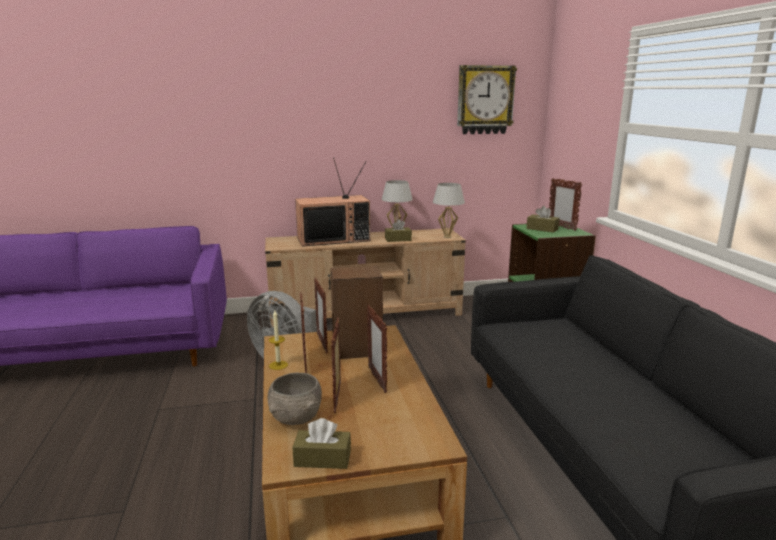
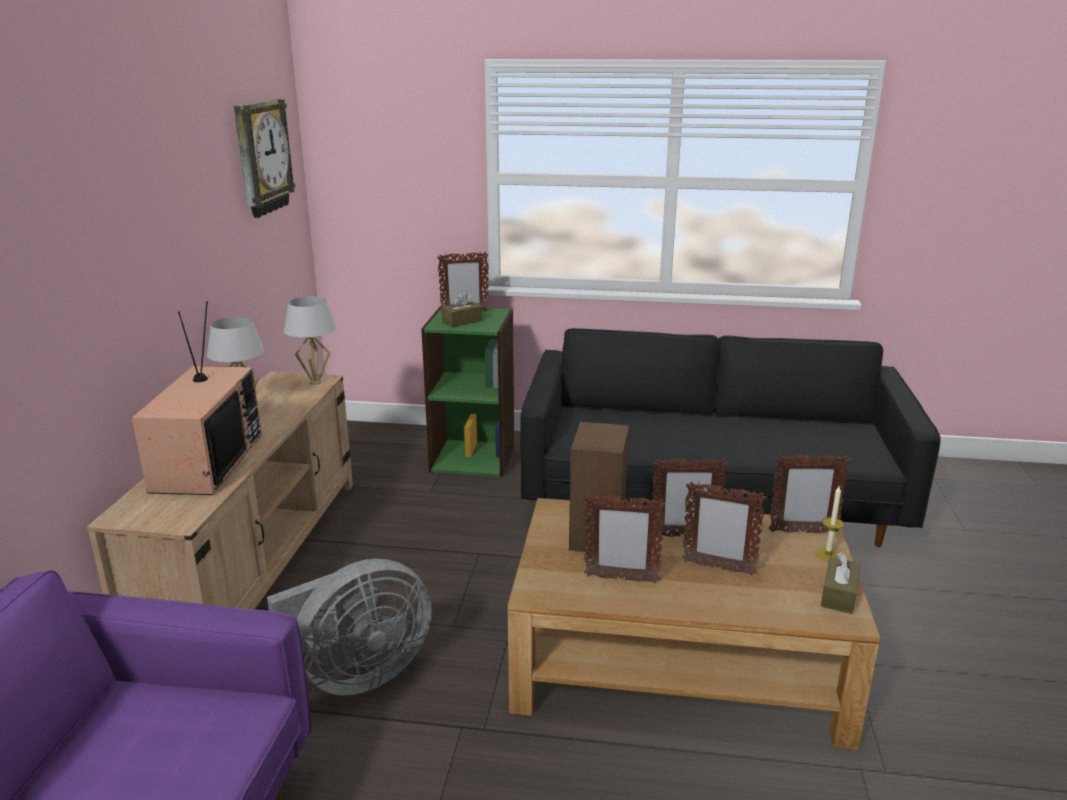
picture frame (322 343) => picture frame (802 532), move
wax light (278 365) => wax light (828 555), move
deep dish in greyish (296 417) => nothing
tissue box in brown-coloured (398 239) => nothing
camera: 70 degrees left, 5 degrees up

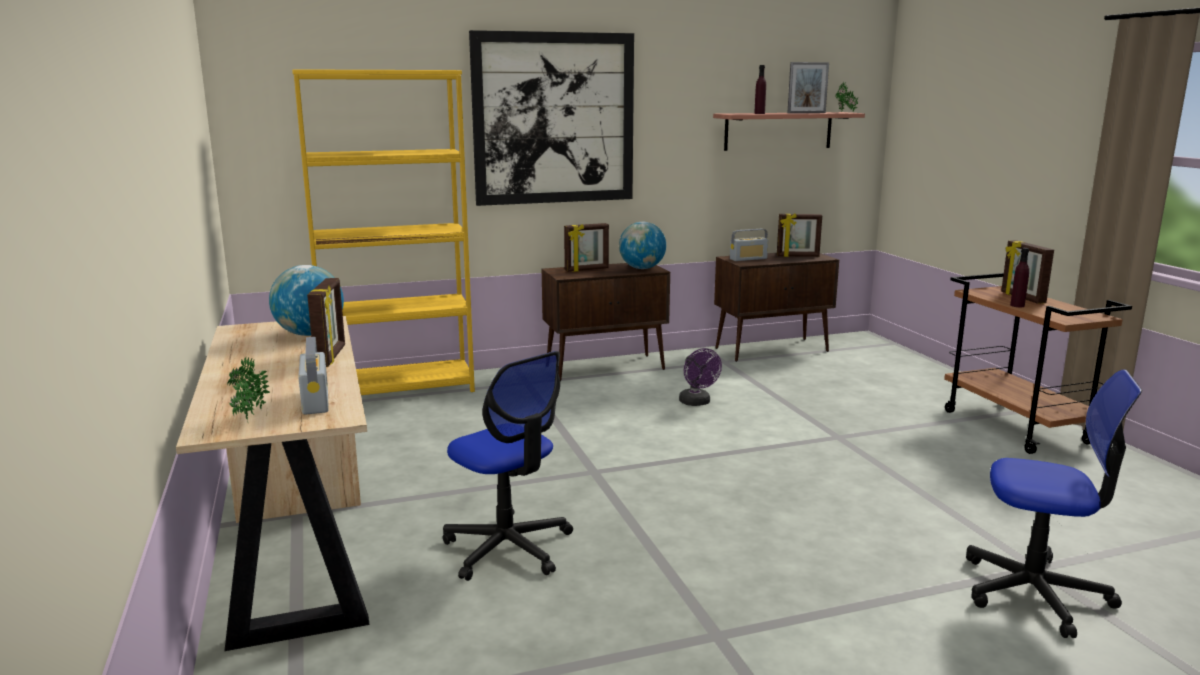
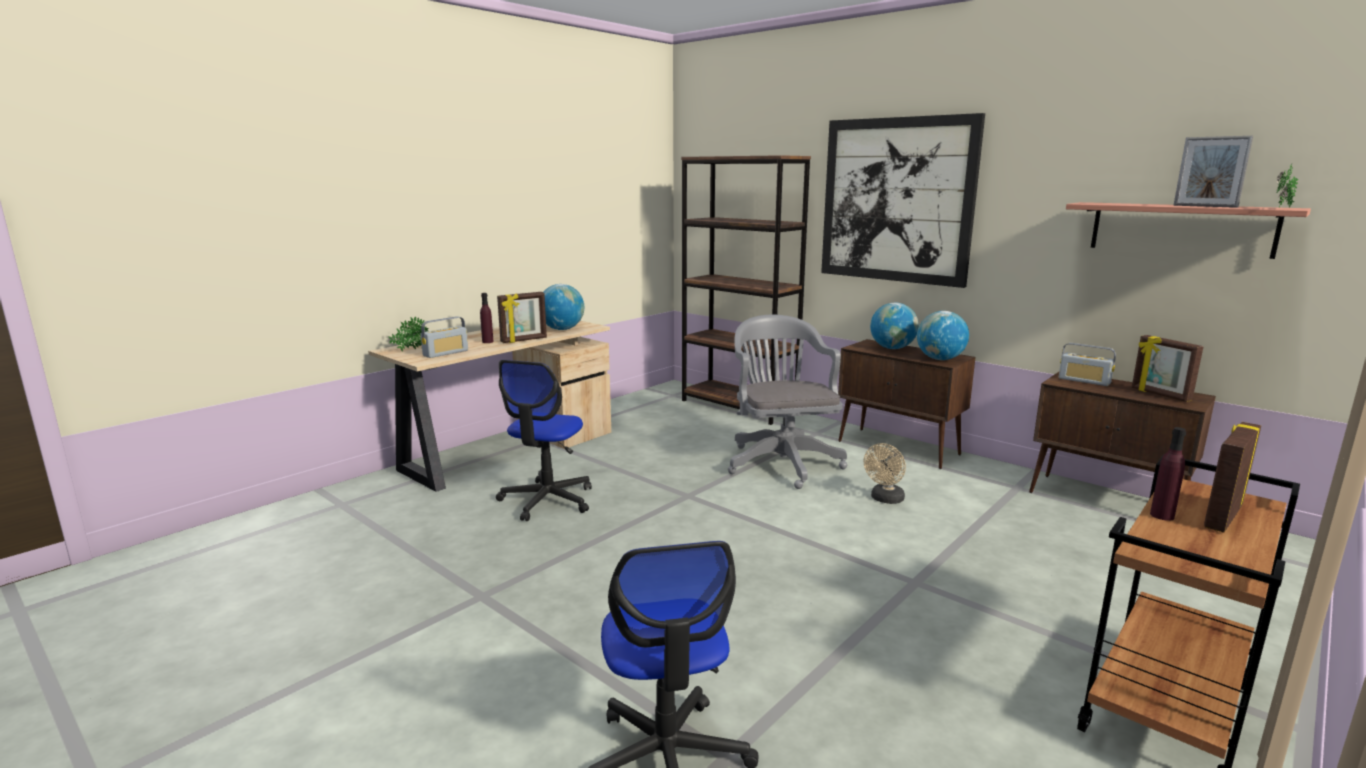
beverage bottle in purplish (759 113) => beverage bottle in purplish (487 342), move
bookcase in yellow (399 390) => bookcase in brown-coloured (738 406)
nothing => desk chair in greyish (781 461)
electric fan in purplish (697 403) => electric fan in sand-coloured (885 499)
picture frame (587 270) => desk globe (892 348)
camera: 60 degrees right, 0 degrees up

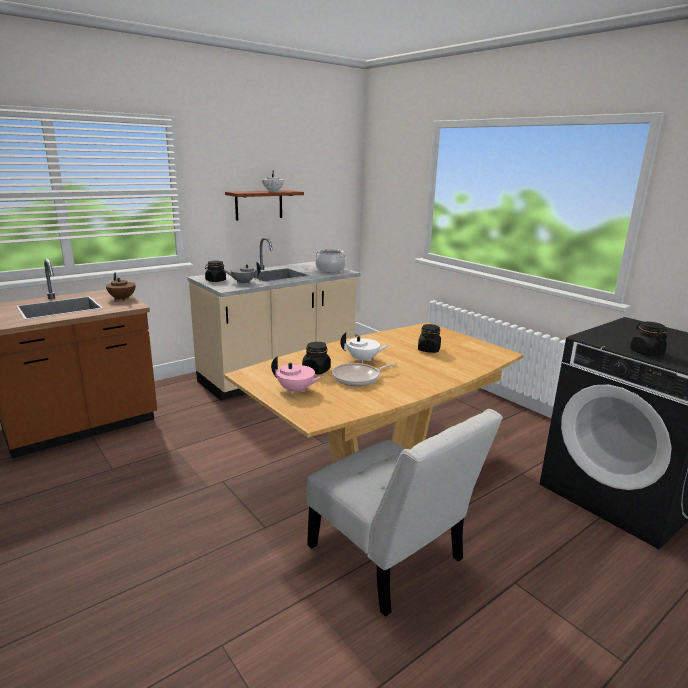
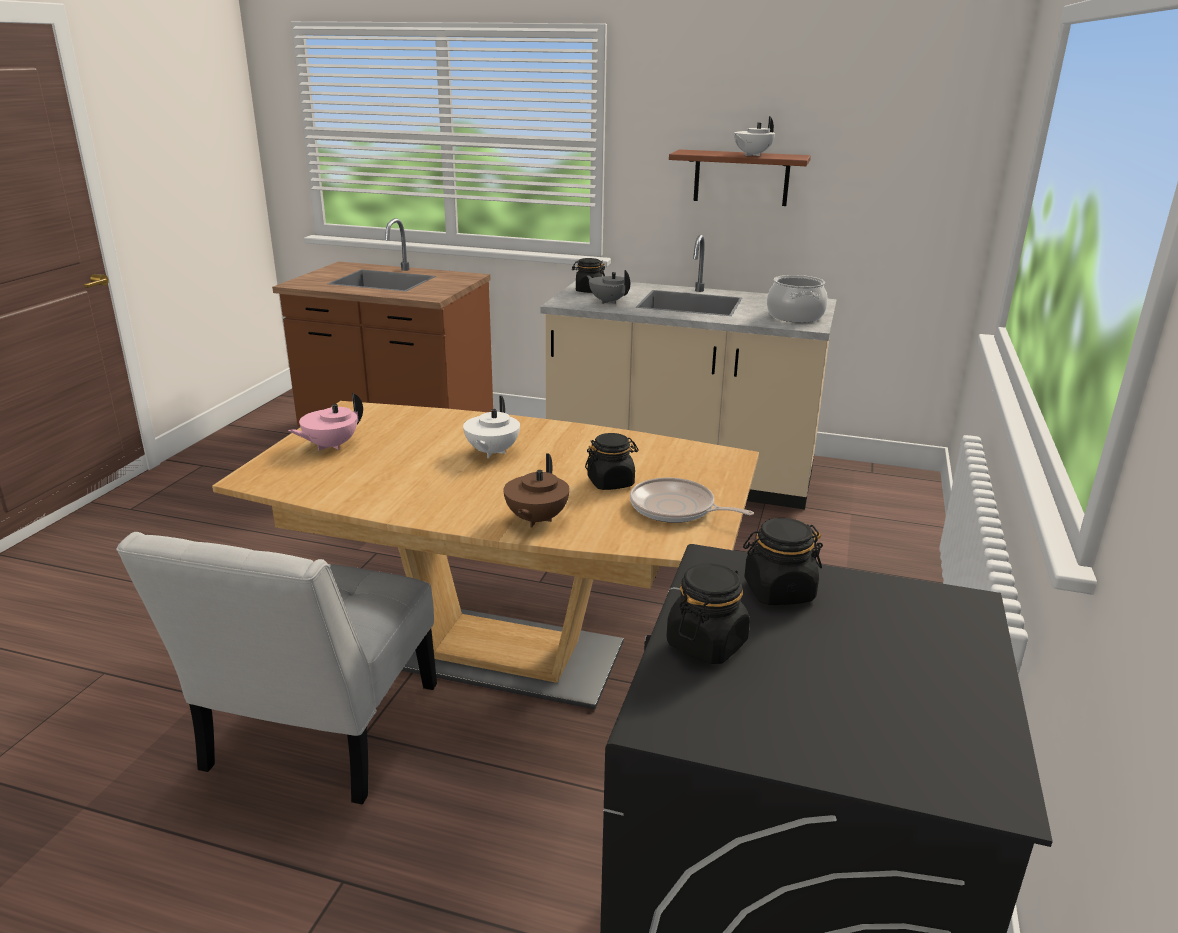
teapot in pink-coloured (296 390) => teapot in pink-coloured (330 446), 60 degrees clockwise
teapot in white-coloured (363 360) => teapot in white-coloured (491 452), 45 degrees clockwise
teapot in brown-coloured (122 299) => teapot in brown-coloured (535 520), move
pan (358 378) => pan (676 509), move
preserve jar in blackish (316 370) => preserve jar in blackish (778 591), move
camera: 55 degrees right, 5 degrees up

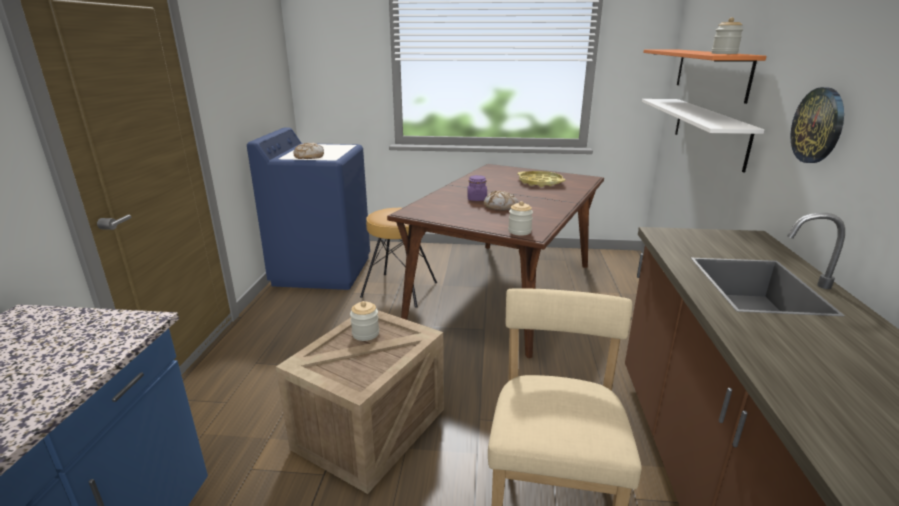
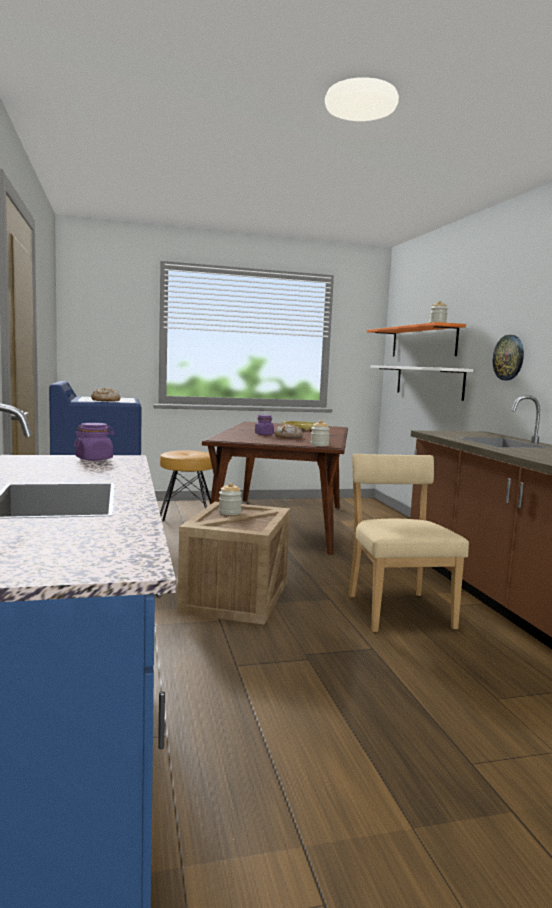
nothing => preserve jar in purplish (94 459)
camera: 20 degrees left, 15 degrees down

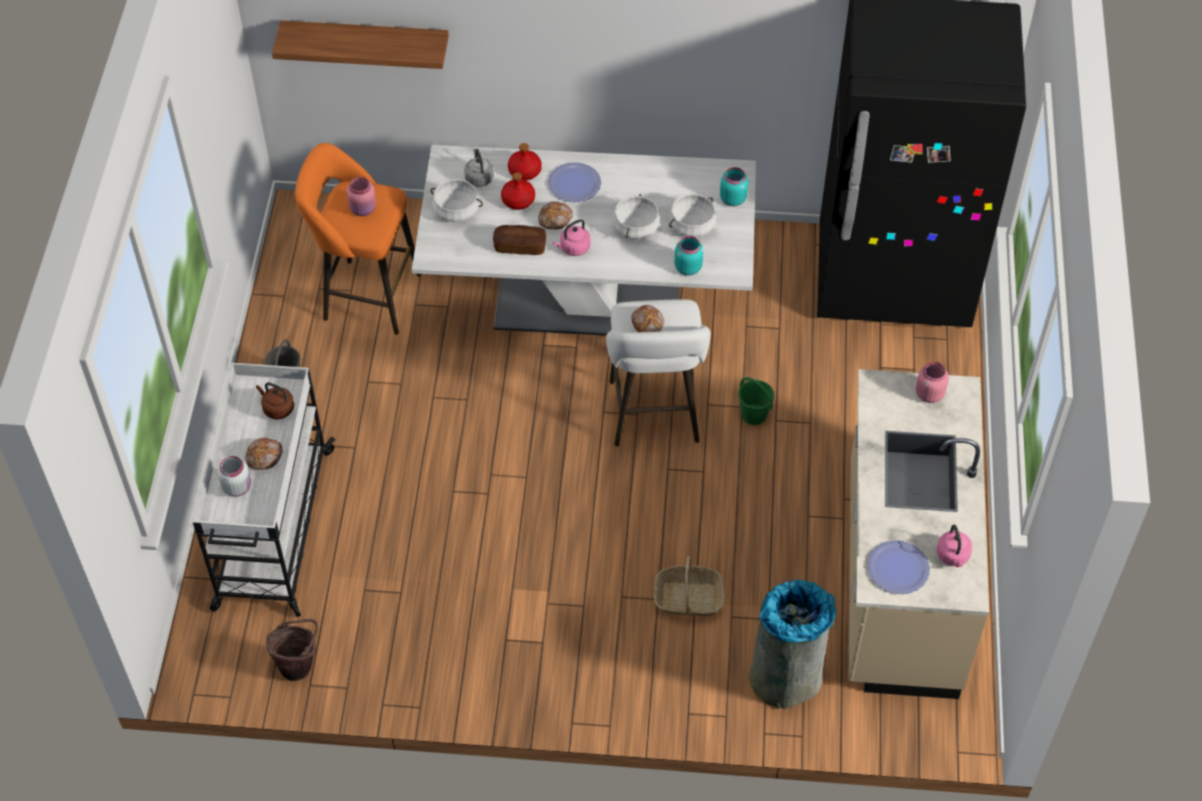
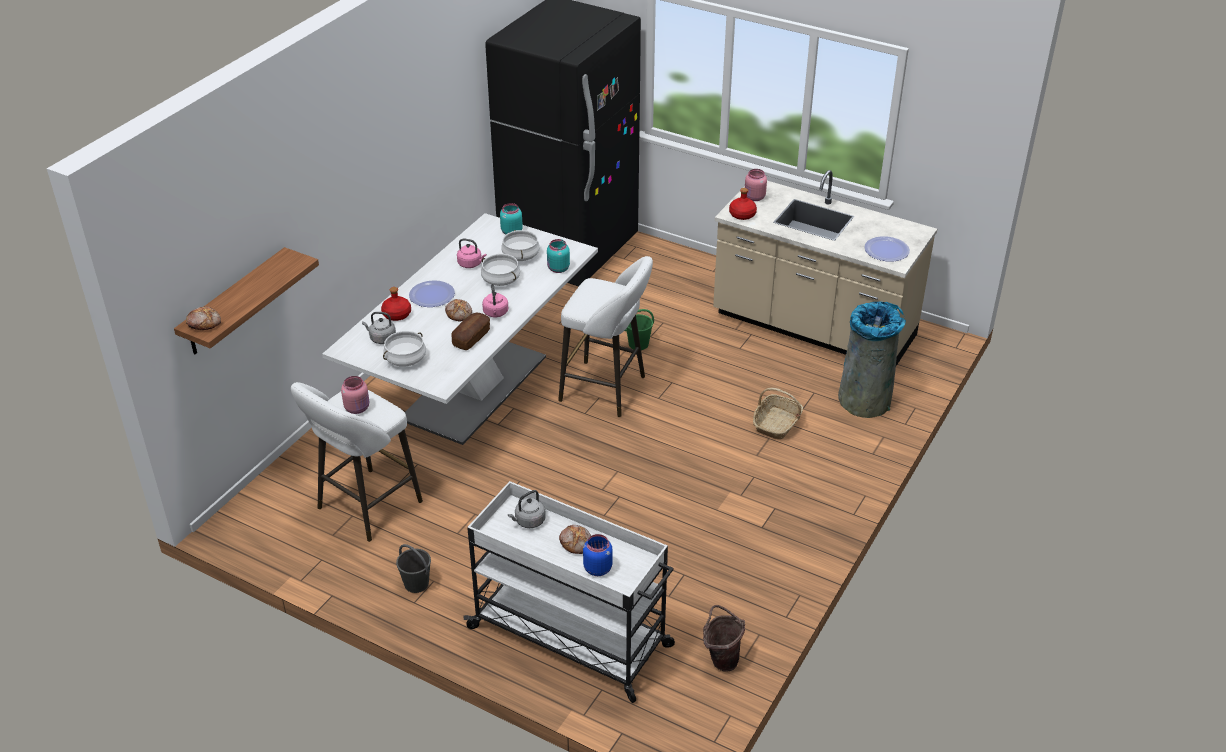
bread (648 323) => bread (204 323), move
stool seat in orange (366 295) => stool seat in white-coloured (365 508)
water kettle in pink-coloured (953 556) => water kettle in pink-coloured (471 264), move
water kettle in brown-coloured (277 408) => water kettle in greyish (528 521)
preserve jar in white-coloured (238 487) => preserve jar in blue (597 568)
beverage bottle in red (518 200) => beverage bottle in red (742 215), move
camera: 65 degrees left, 15 degrees down

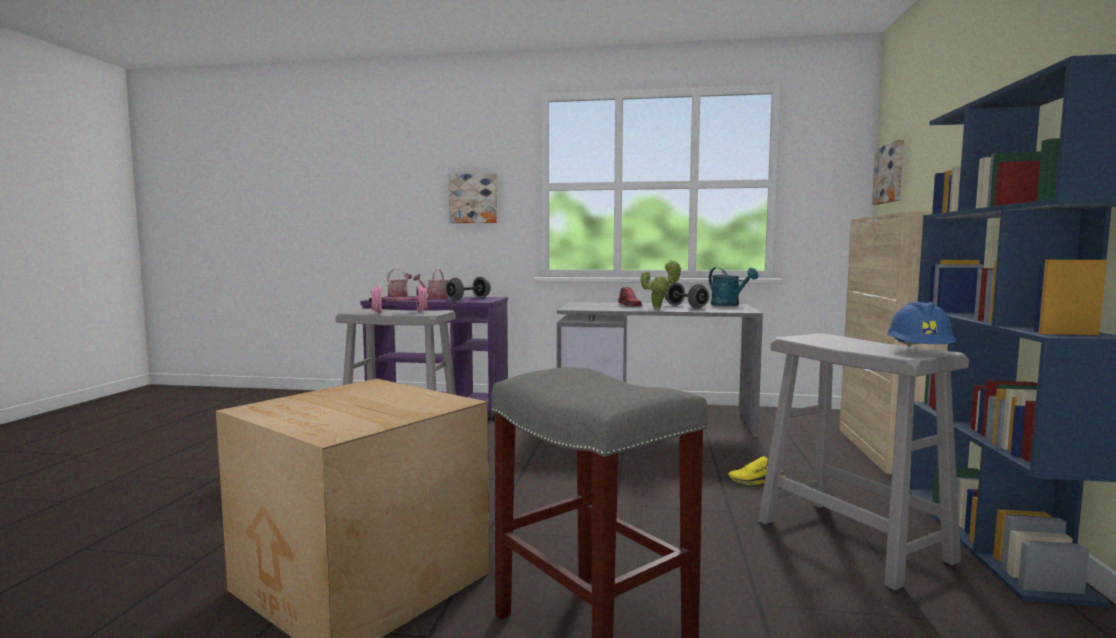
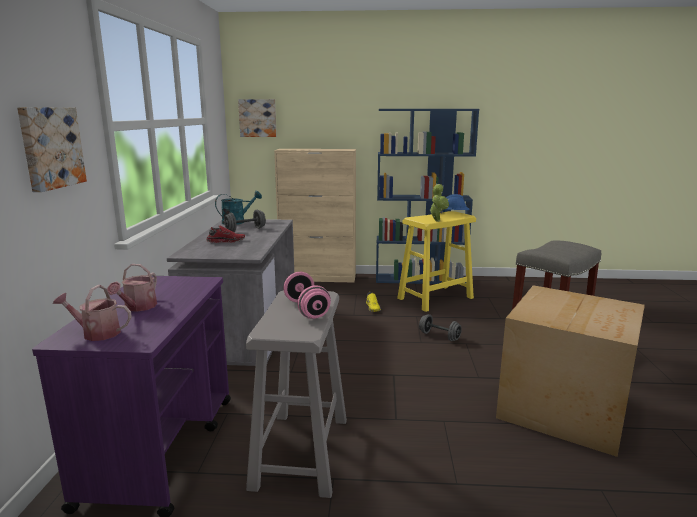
stool seat in greyish (853 541) => stool seat in yellow (435 298)
free weight in greyish (468 299) => free weight in greyish (439 336), move
houseplant (659 309) => houseplant (437 220), move
camera: 95 degrees left, 10 degrees up

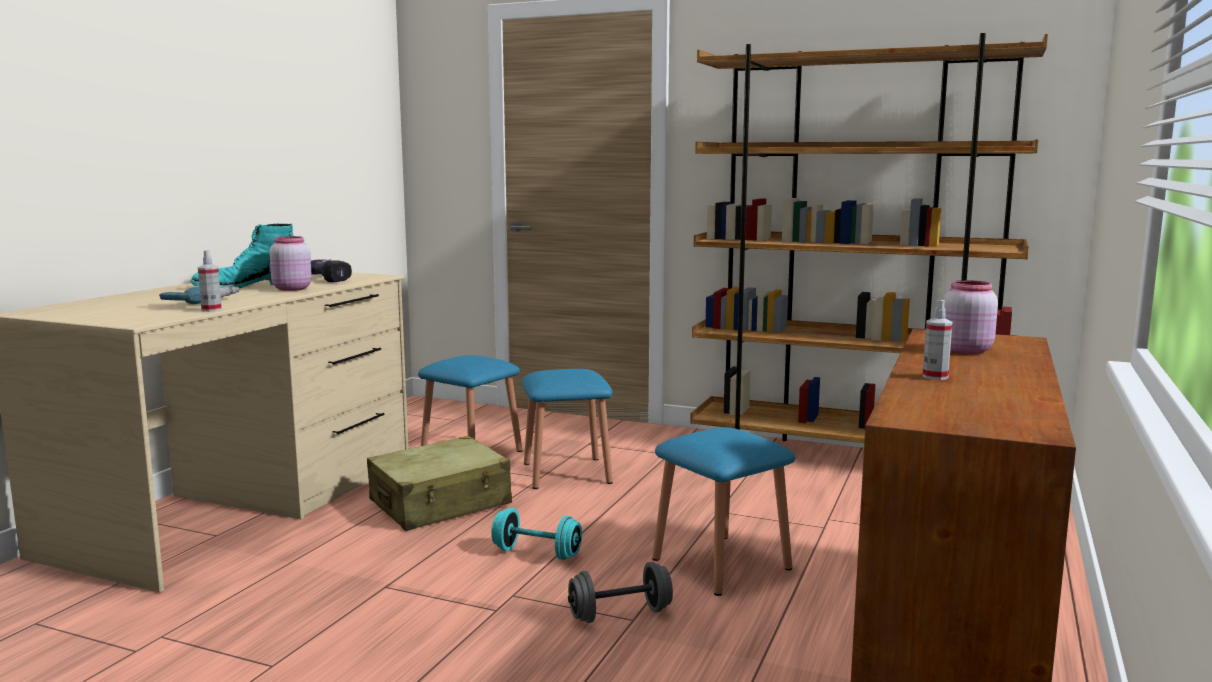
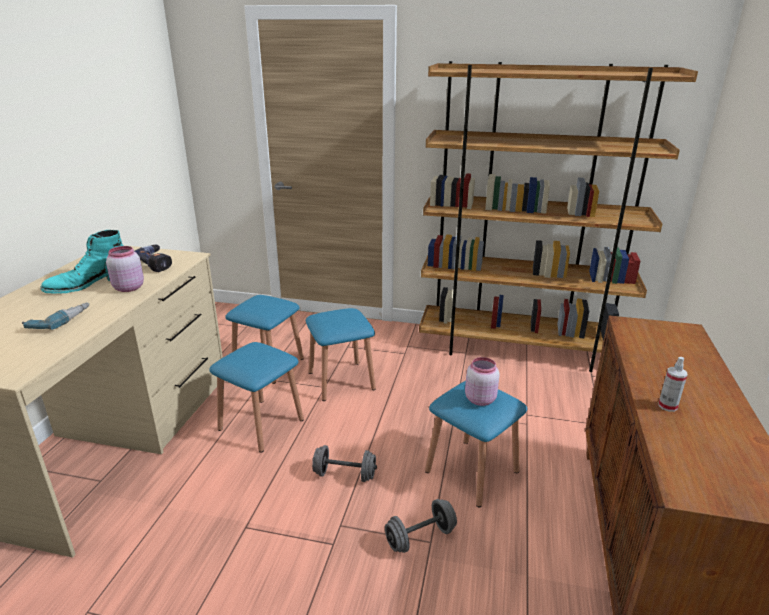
travel case in sand-coloured (441 503) => stool seat in blue (261 424)
free weight in turquoise (537 553) => free weight in greyish (344 474)
preserve jar in pink-coloured (964 350) => preserve jar in pink-coloured (479 399), move
sprayer (211 310) => nothing
camera: 10 degrees left, 15 degrees up

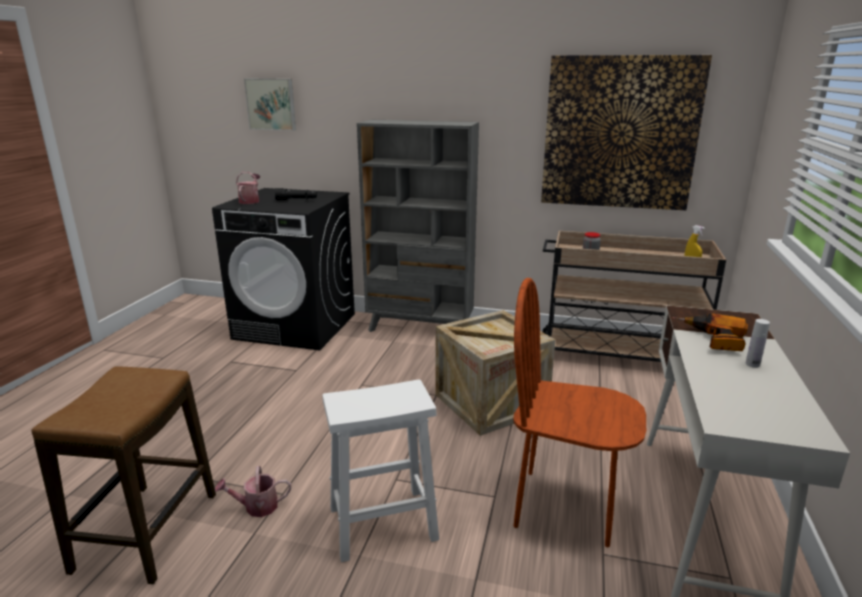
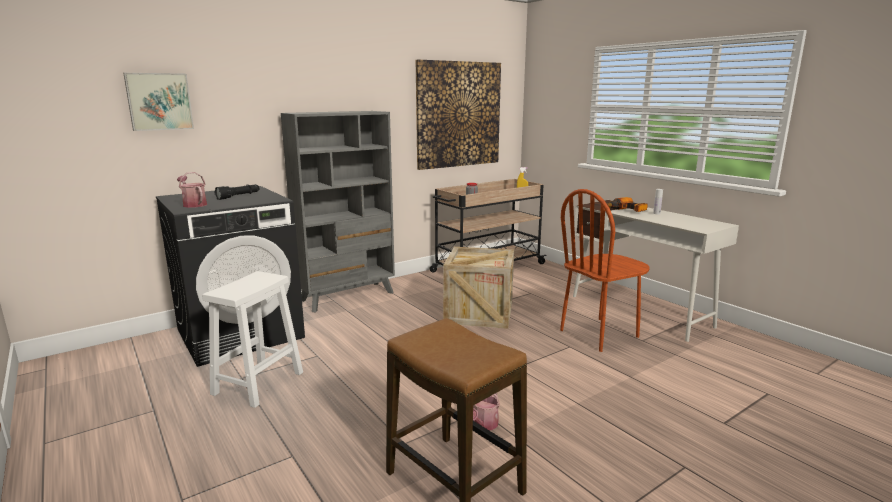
stool seat in white-coloured (384 522) => stool seat in white-coloured (259 382), move
camera: 50 degrees left, 5 degrees down

